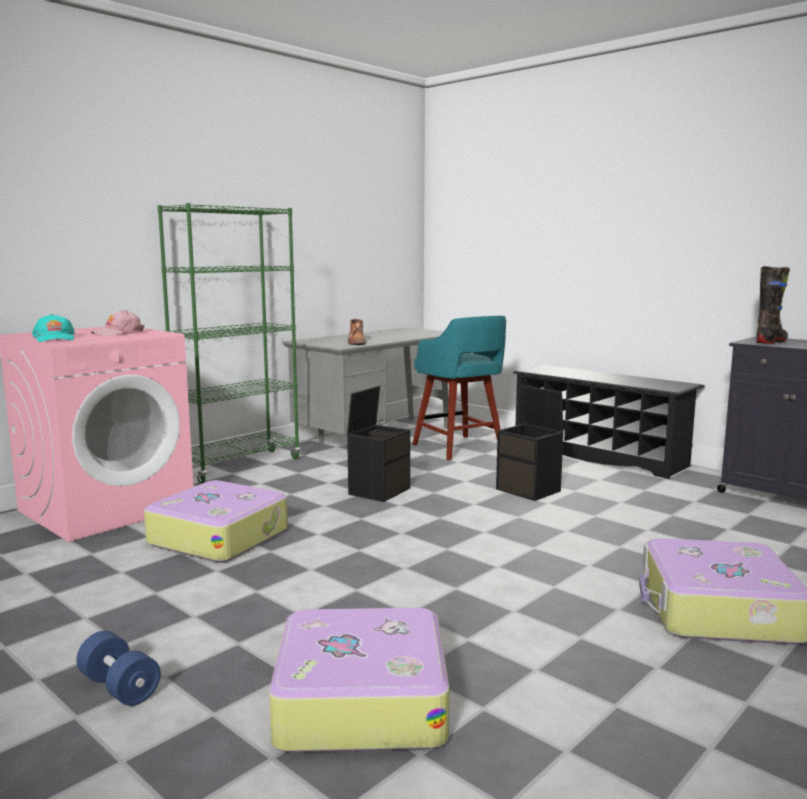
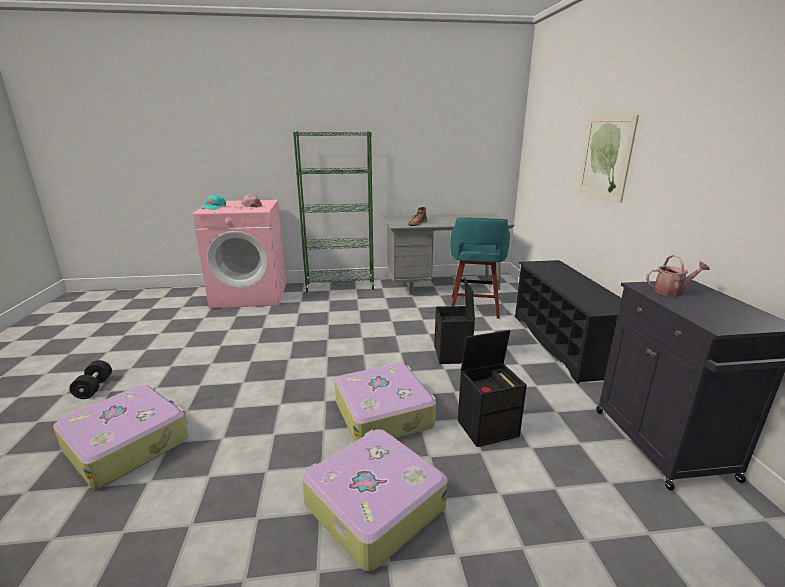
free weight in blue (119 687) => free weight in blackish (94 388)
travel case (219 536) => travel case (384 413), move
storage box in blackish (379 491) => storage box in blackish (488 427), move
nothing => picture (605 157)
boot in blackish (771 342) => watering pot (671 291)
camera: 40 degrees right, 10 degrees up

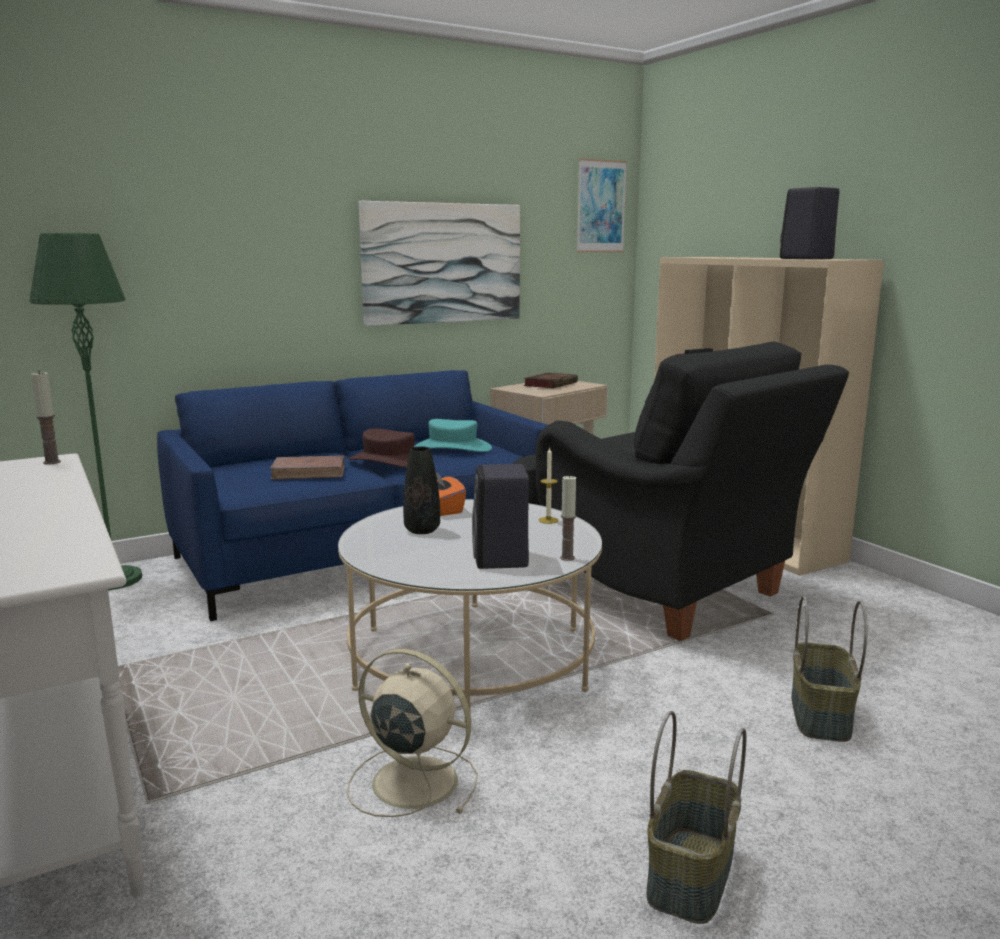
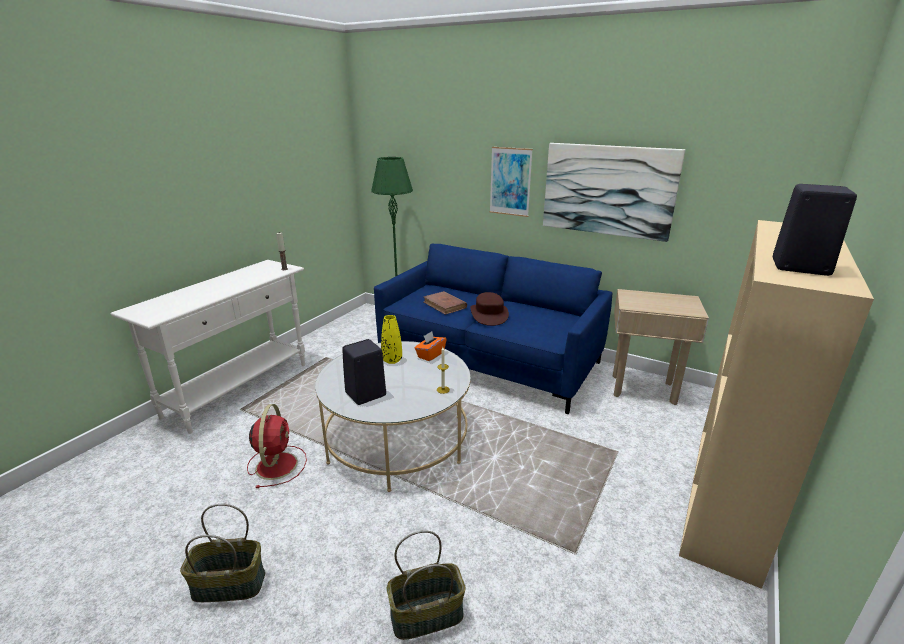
electric fan in sand-coloured (411 780) => electric fan in red (277 464)
vase in blackish (422 530) => vase in yellow (392 360)
picture (601 206) => picture (510 181), move
hat in turquoise (453 448) => nothing
armchair in blackish (661 590) => nothing
book (551 384) => nothing
wax light (567 558) => nothing
camera: 60 degrees right, 10 degrees up

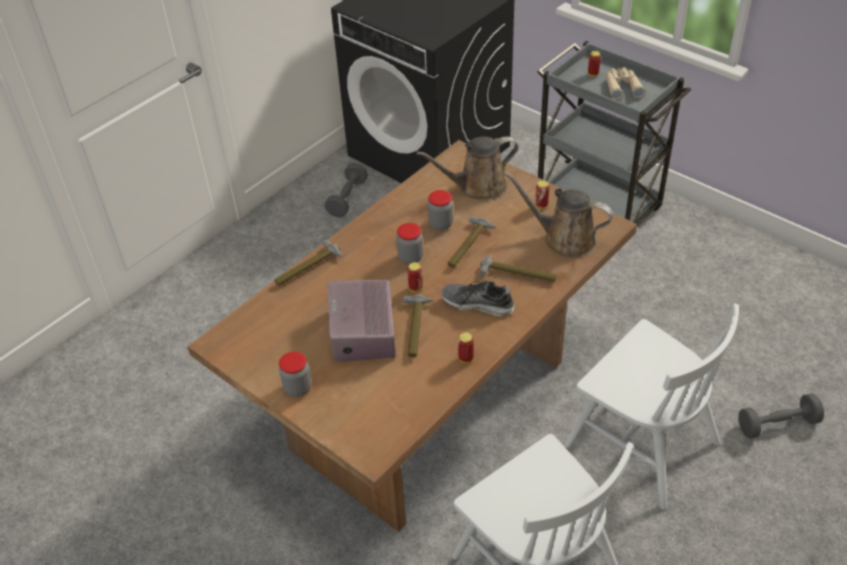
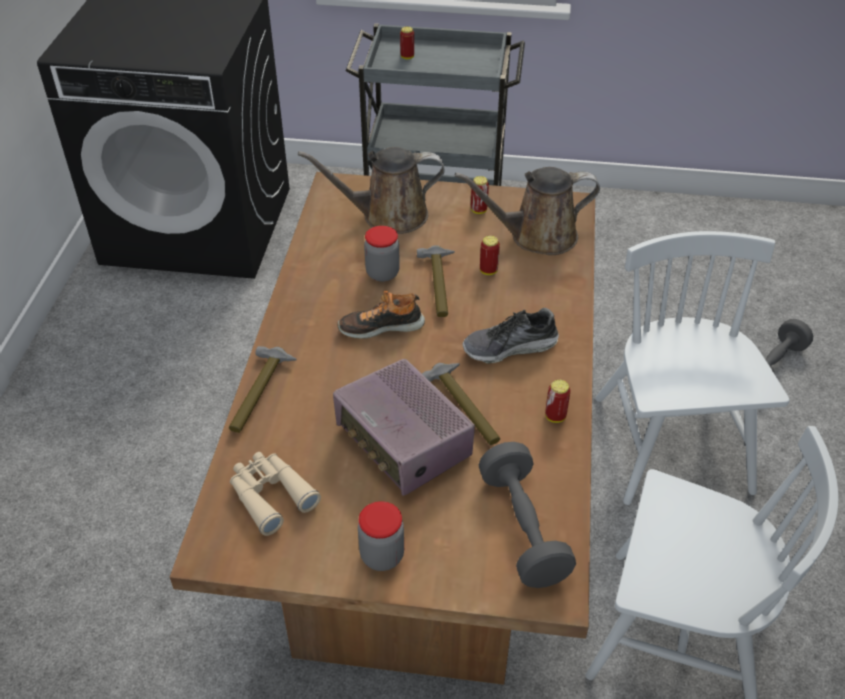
binoculars in sand-coloured (622 87) => binoculars in sand-coloured (270 495), move
watering pot in brown-coloured (477 187) => watering pot in brown-coloured (388 216), 45 degrees clockwise
preserve jar (410 257) => item of footwear (381 326)
free weight in greyish (347 198) => free weight in greyish (523 528), move
can (415 288) => can (488 271), move
chair in white-coloured (641 443) => chair in white-coloured (671 445), 105 degrees counterclockwise
hammer (518 274) => nothing
camera: 35 degrees left, 0 degrees up

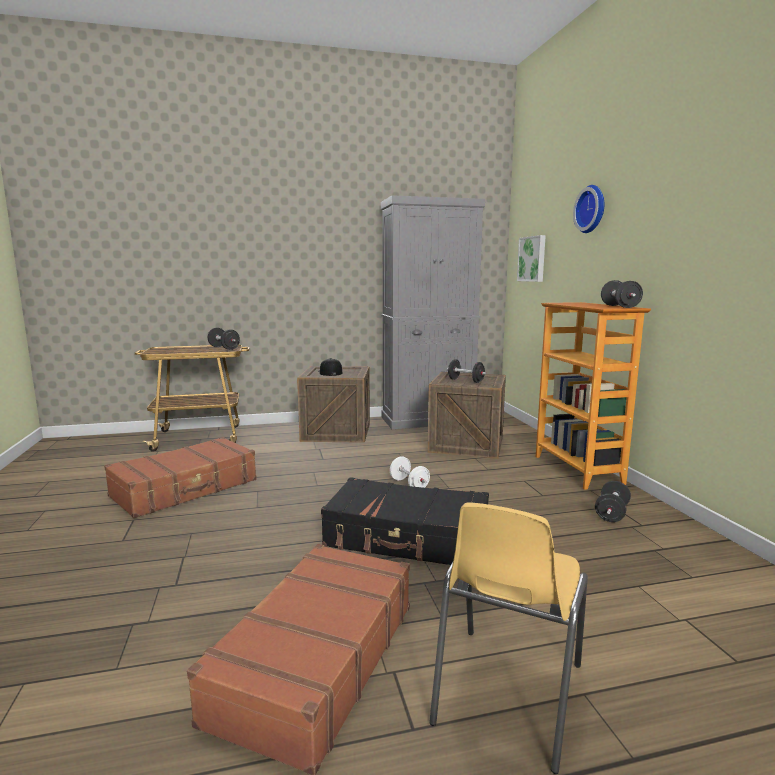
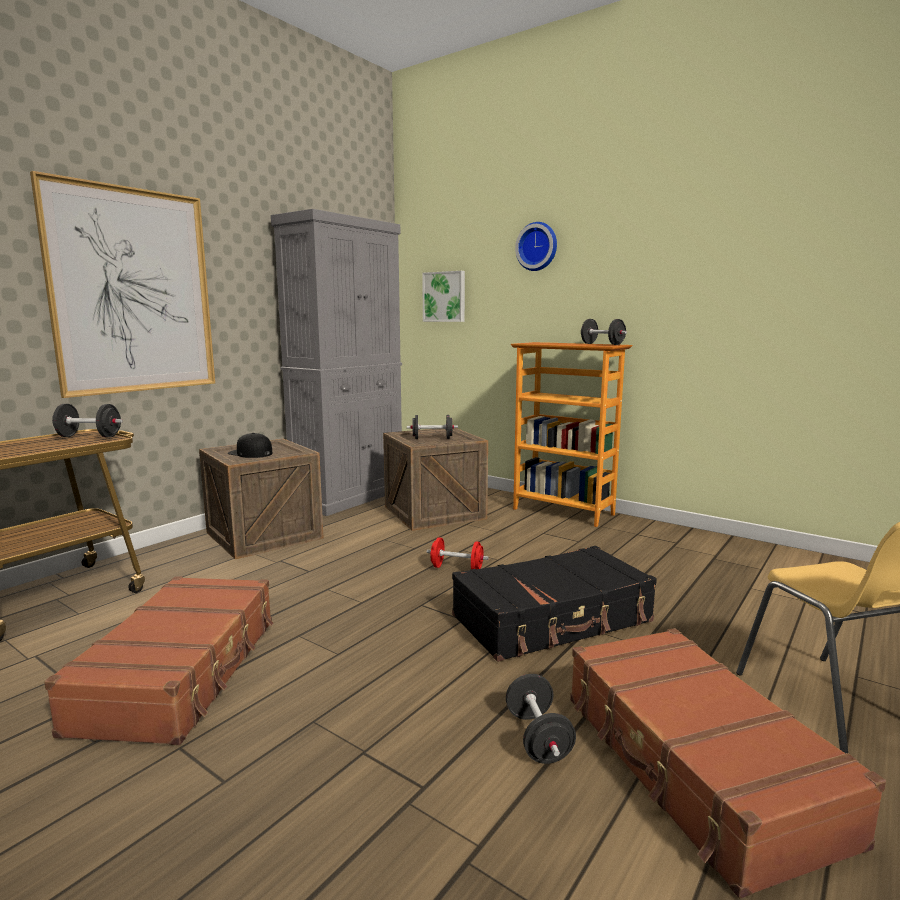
nothing => picture (133 291)
free weight in white-coloured (409 484) => free weight in red (457 568)
free weight in blackish (611 513) => free weight in blackish (538 738), move
camera: 40 degrees left, 0 degrees up

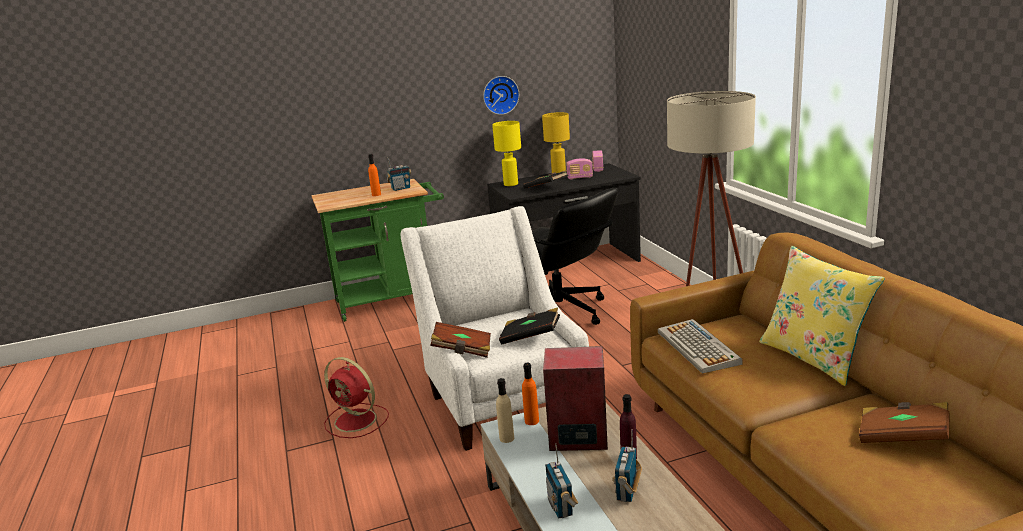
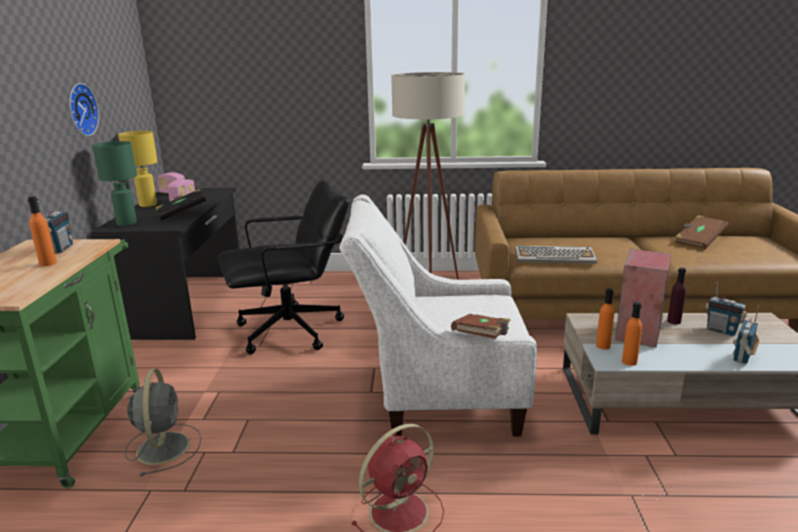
table lamp in yellow (510 184) => table lamp in greenish (127 223)
nothing => electric fan in greyish (163 446)
beverage bottle in sand-coloured (506 438) => beverage bottle in orange (629 362)
radio receiver (561 507) => radio receiver (743 357), 120 degrees clockwise
book in blackish (530 337) => nothing
pillow in yellow (813 357) => nothing
camera: 70 degrees left, 0 degrees up

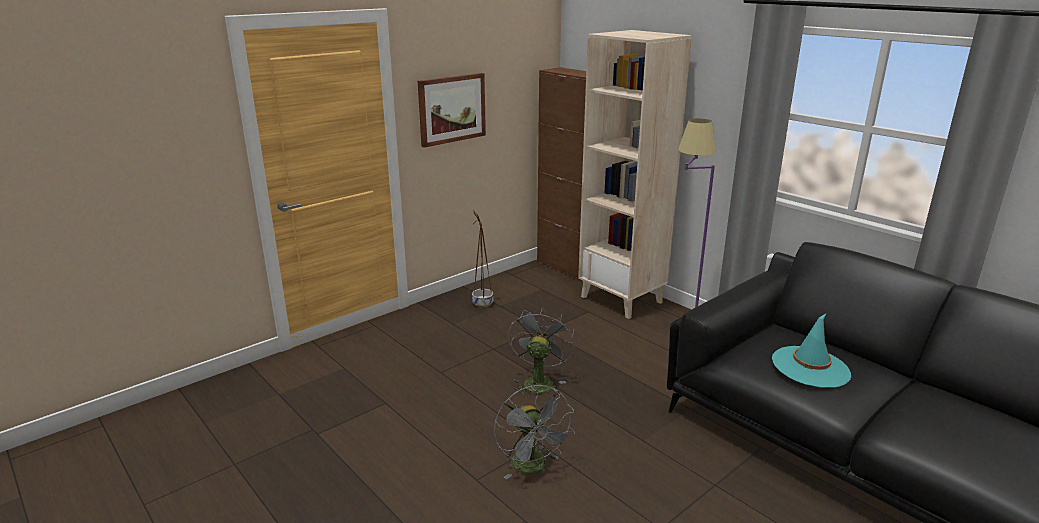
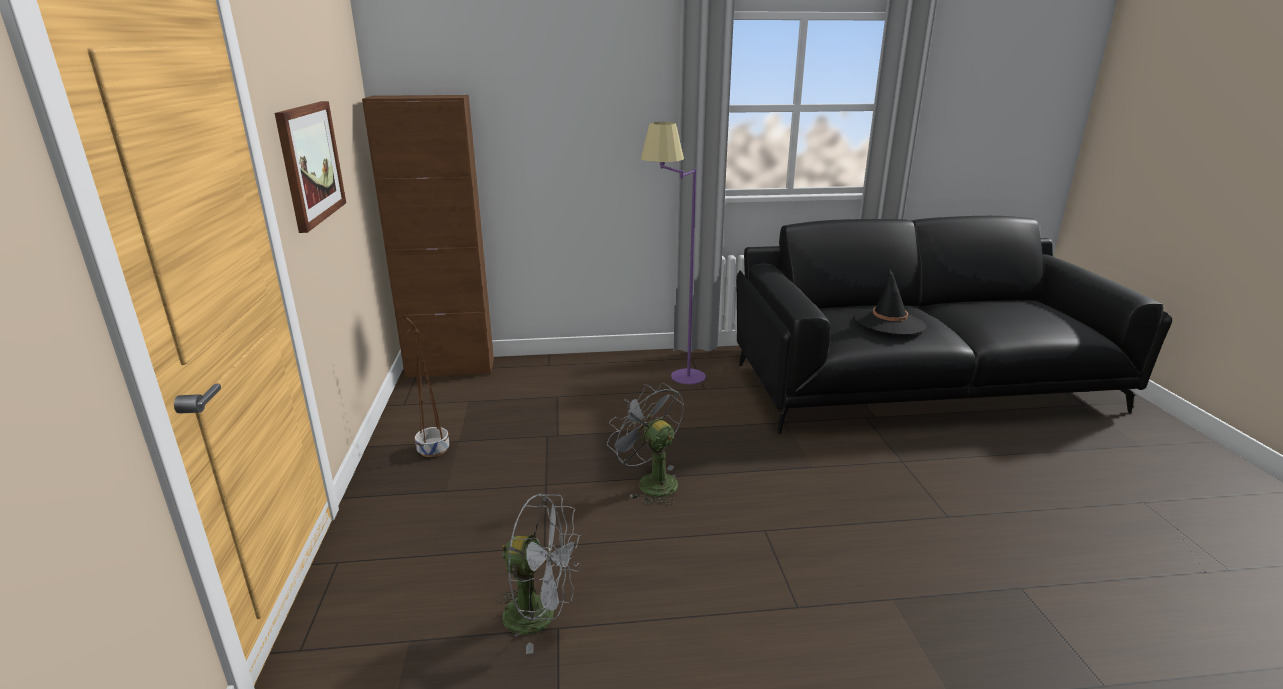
electric fan in greyish (533 467) => electric fan in greyish (541 616), move
hat in turquoise (810 367) => hat in blackish (888 322)
bookcase in sand-coloured (622 299) => nothing
camera: 55 degrees left, 0 degrees up

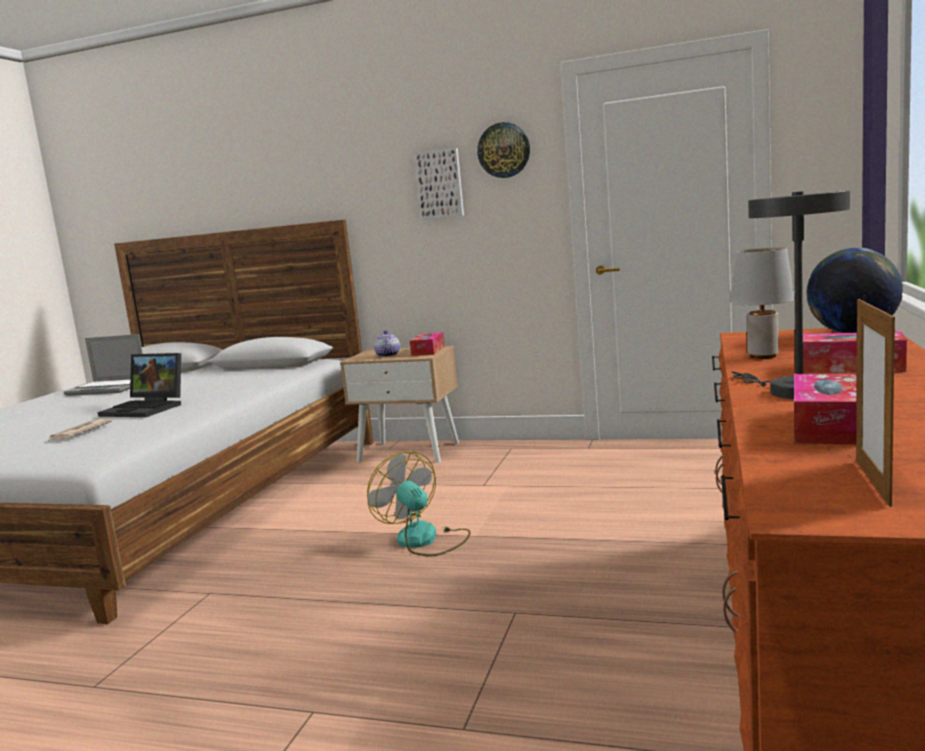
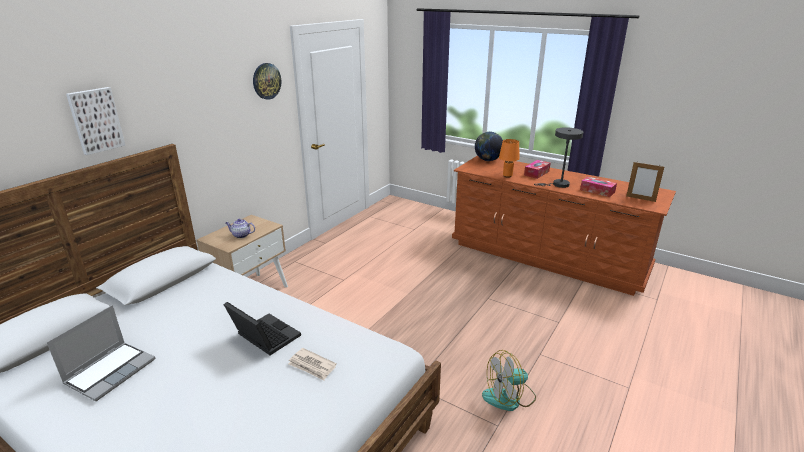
picture (440 184) => picture (95 120), move
portable computer (147 408) => portable computer (263 337), 90 degrees counterclockwise
electric fan (424 540) => electric fan (509 397), move
table lamp in greyish (762 356) => table lamp in orange (507 176)
tissue box (428 351) => nothing
camera: 75 degrees left, 15 degrees up

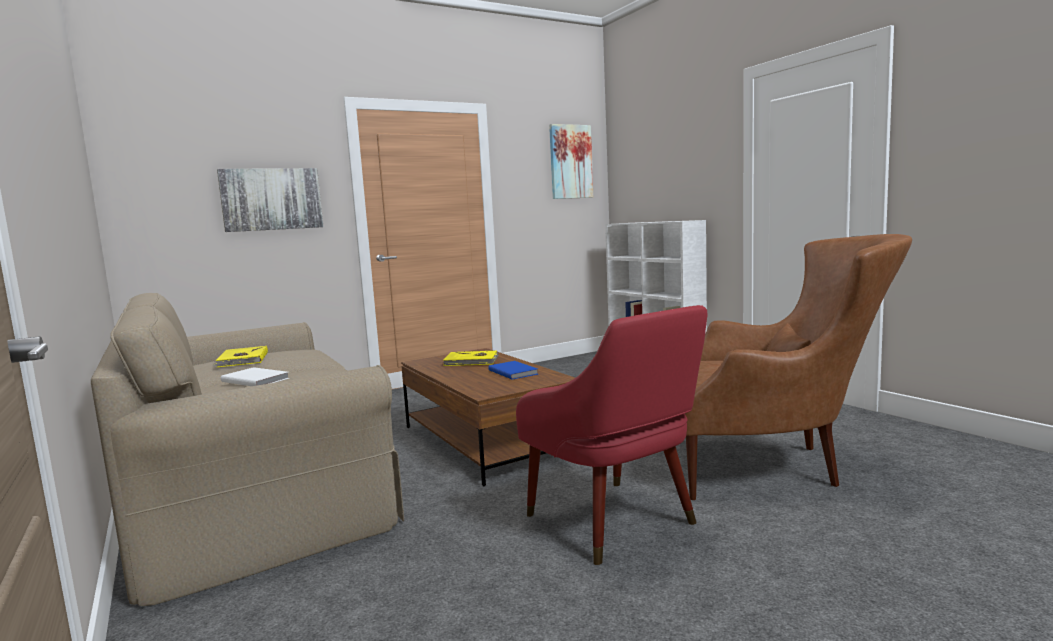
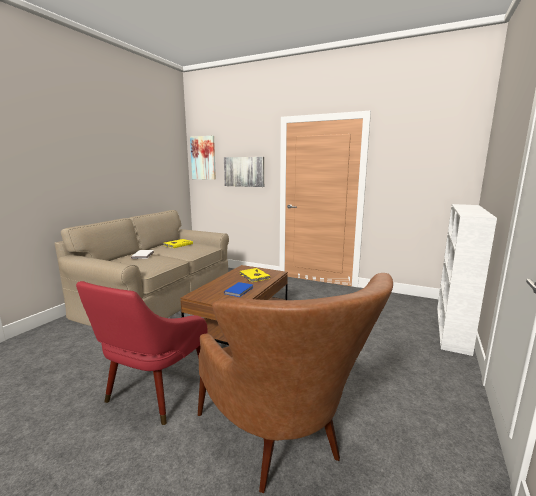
picture (570 162) => picture (203 158), move
camera: 55 degrees right, 5 degrees up

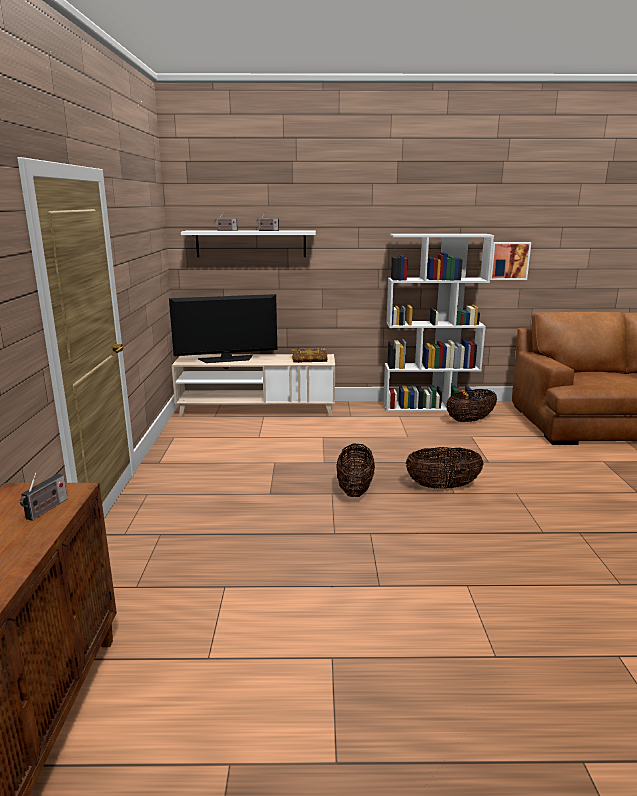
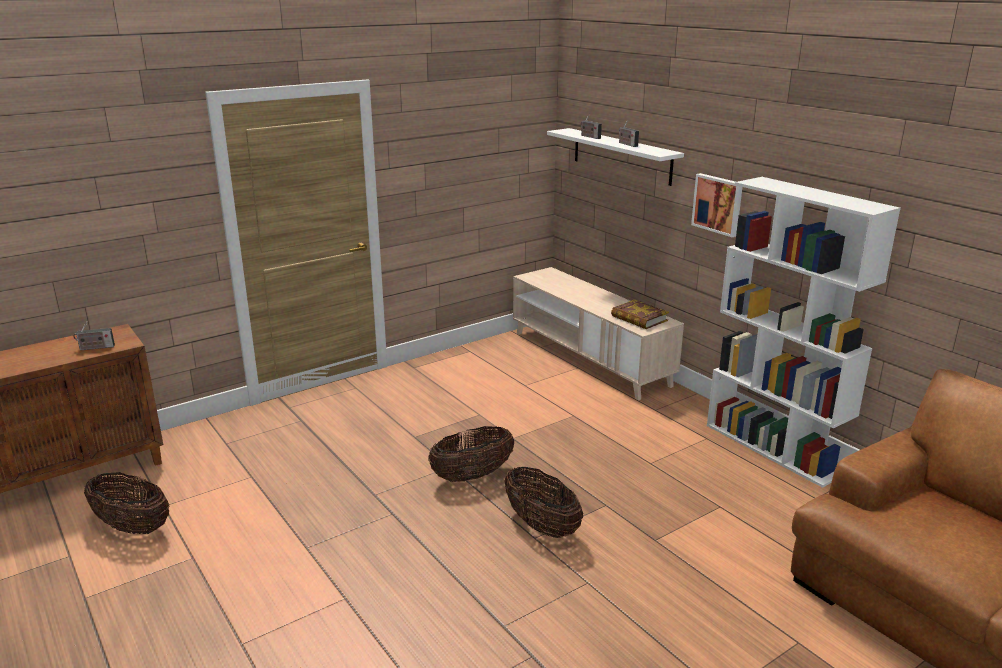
household basket (470 420) => household basket (132 527), move
picture (509 260) => picture (718 204), move
television (226 359) => nothing
camera: 55 degrees right, 5 degrees up

